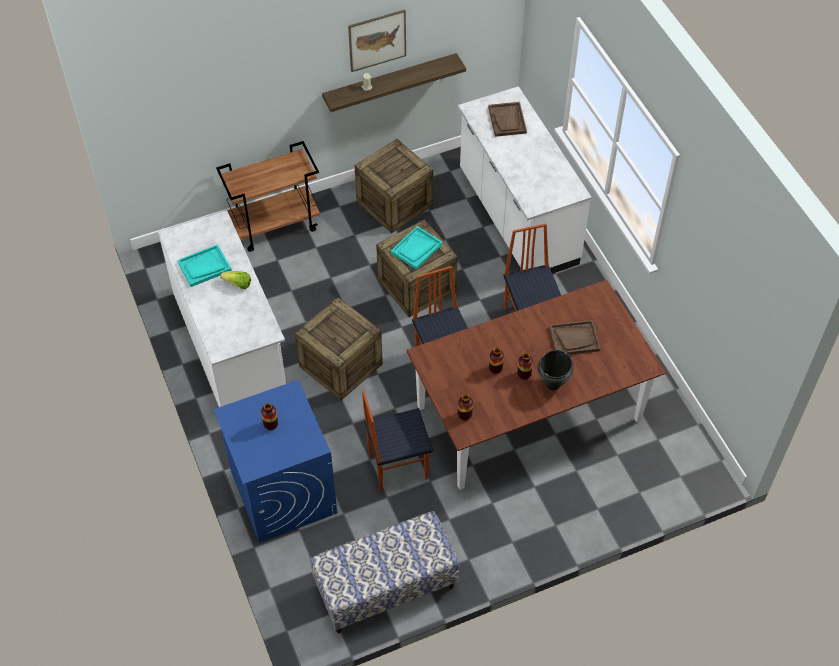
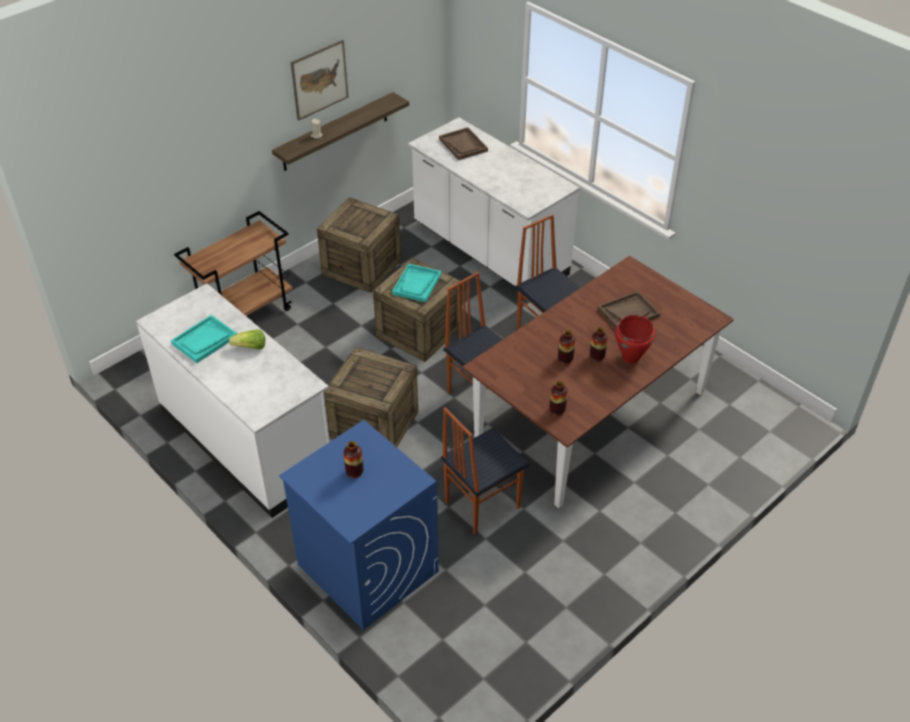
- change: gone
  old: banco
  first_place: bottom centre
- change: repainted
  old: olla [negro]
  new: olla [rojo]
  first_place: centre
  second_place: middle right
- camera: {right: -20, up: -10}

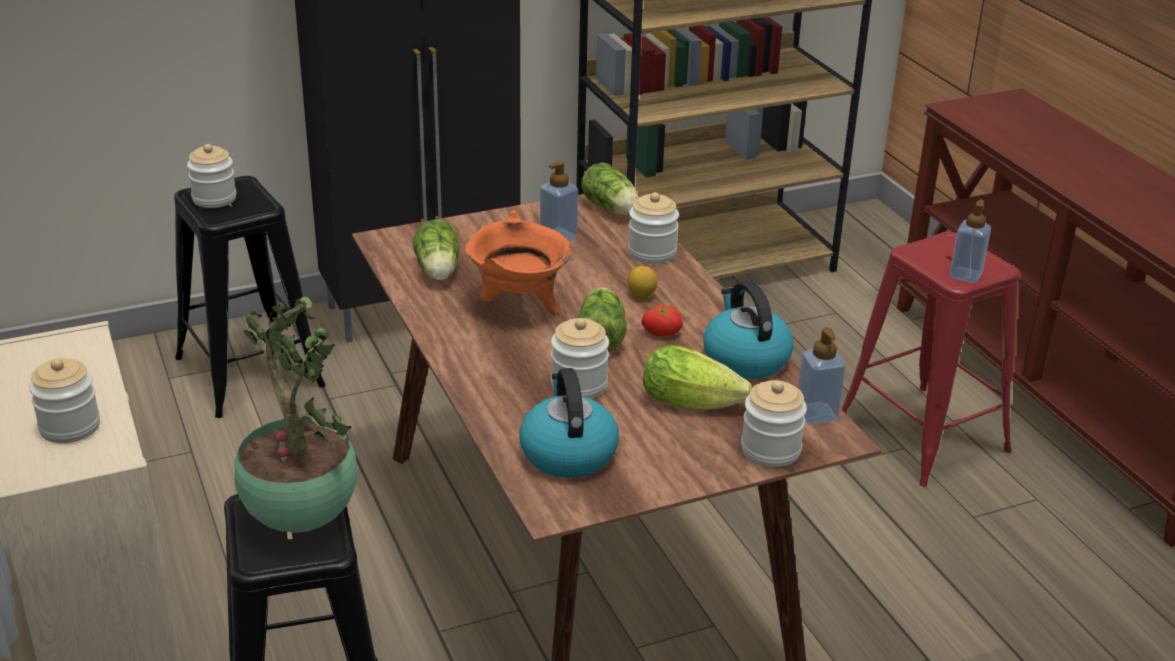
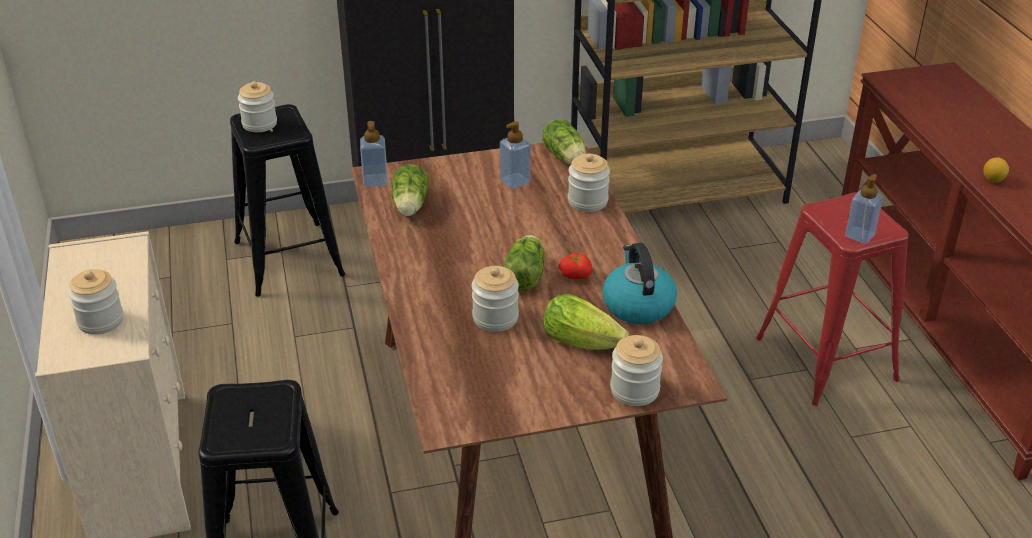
- change: gone
  old: planta en maceta
  first_place: middle left
- change: gone
  old: olla [naranja]
  first_place: centre
- change: gone
  old: hervidor (no. 1 from left)
  first_place: centre
- change: shifted
  old: limón
  first_place: centre
  second_place: top right
- change: shifted
  old: dispensador de jabón (no. 2 from left in the first image)
  new: dispensador de jabón (no. 1 from left)
  first_place: middle right
  second_place: top centre
- camera: {right: 10, up: 5}

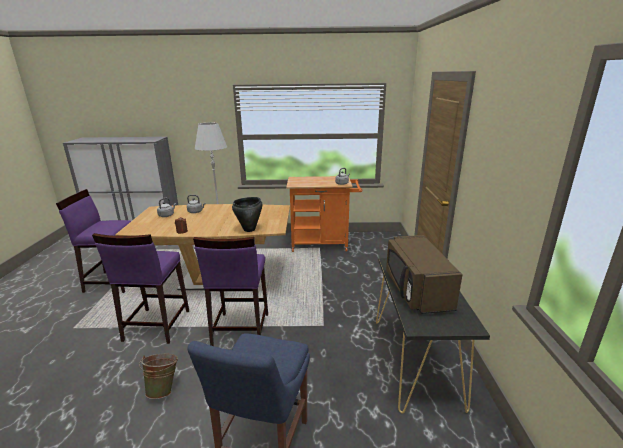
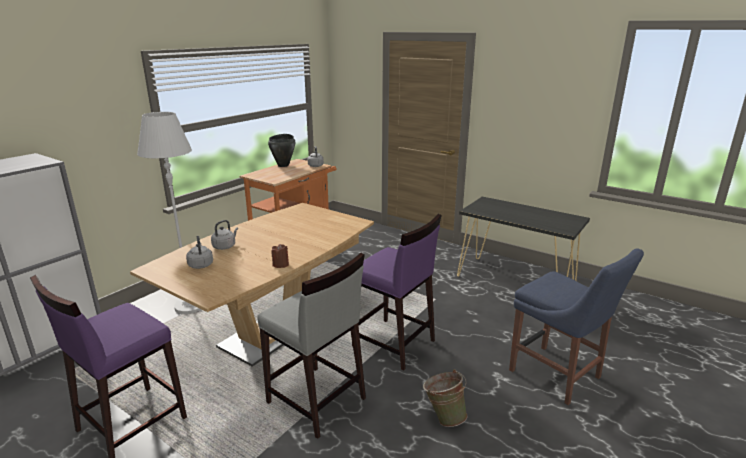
- change: repainted
  old: taburete [morado] (no. 2 from left)
  new: taburete [gris]
  first_place: middle left
  second_place: bottom centre
- change: shifted
  old: olla [negro]
  first_place: centre
  second_place: top centre
- change: gone
  old: microondas [marrón]
  first_place: middle right
- camera: {right: -55, up: 0}

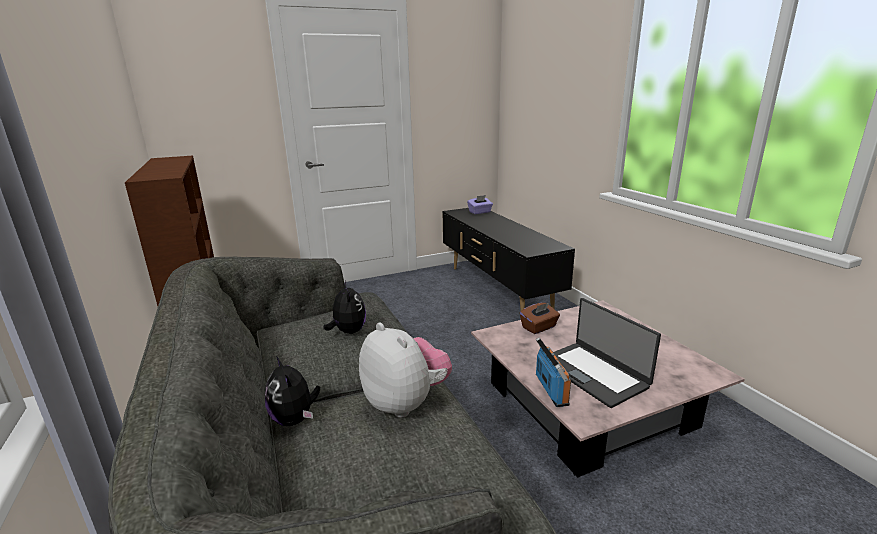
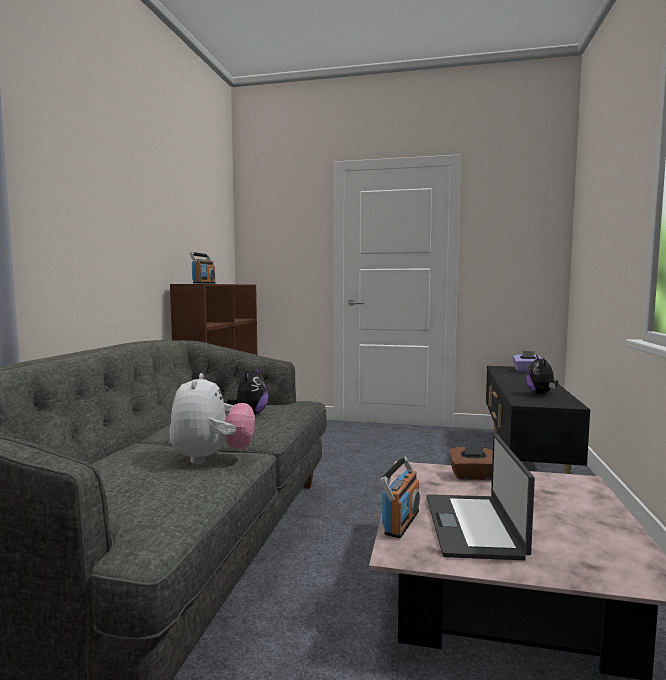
- change: shifted
  old: peluche (no. 1 from left in the first image)
  new: peluche (no. 3 from left)
  first_place: bottom left
  second_place: middle right
- change: new
  new: radio (no. 1 from left)
  second_place: middle left
- camera: {right: 35, up: -15}

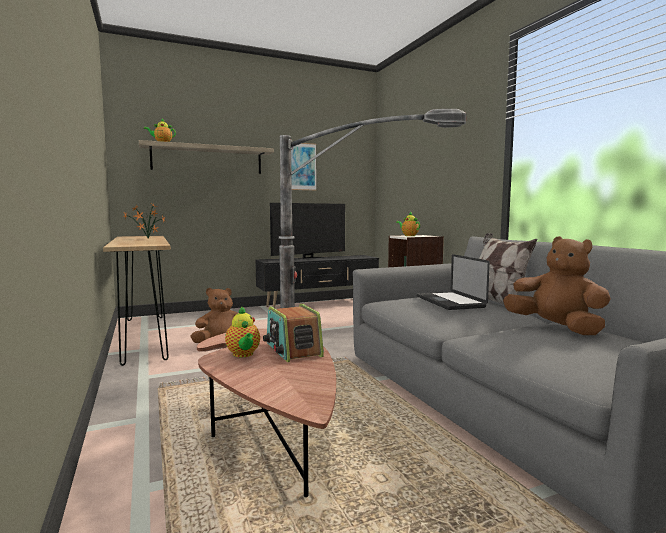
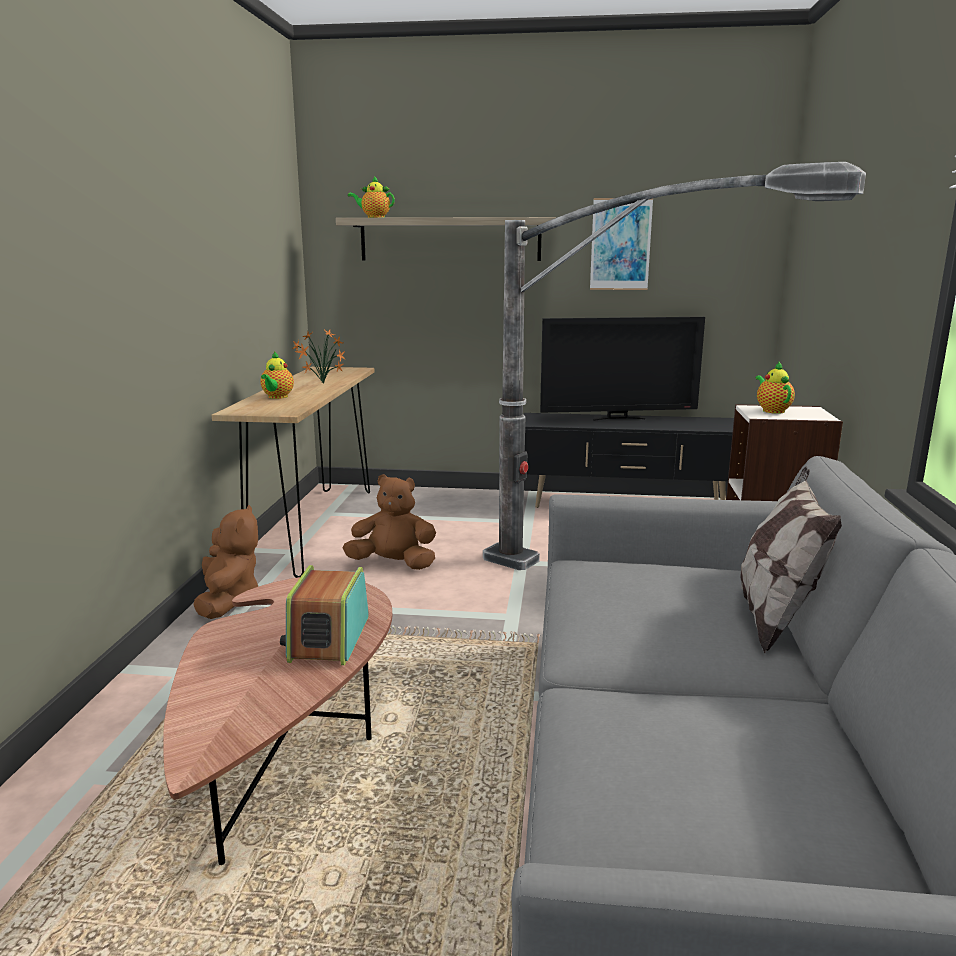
- change: shifted
  old: tetera (no. 2 from left in the first image)
  new: tetera (no. 1 from left)
  first_place: centre
  second_place: middle left
- change: gone
  old: portátil
  first_place: middle right
- change: shifted
  old: peluche [marrón] (no. 2 from left in the first image)
  new: peluche [marrón] (no. 1 from left)
  first_place: middle right
  second_place: middle left
- camera: {right: 30, up: 10}

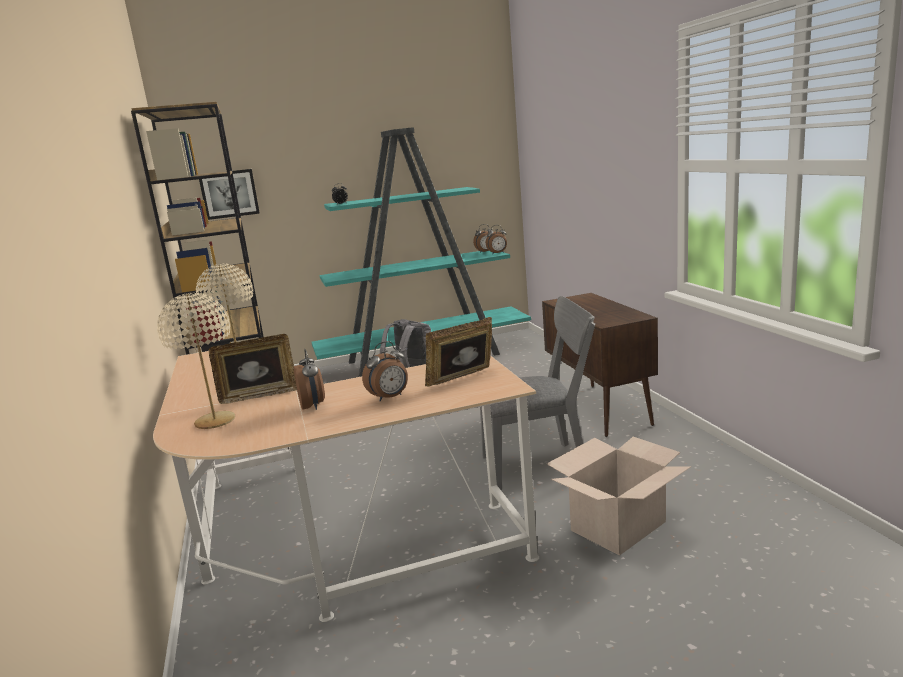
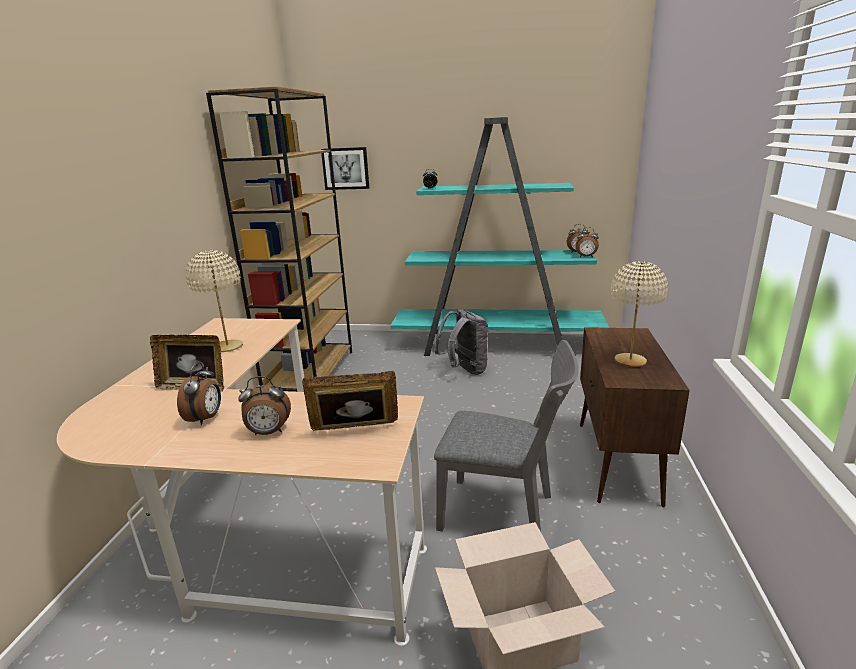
- change: shifted
  old: lámpara de mesa [beis] (no. 1 from left in the first image)
  new: lámpara de mesa [beis] (no. 2 from left)
  first_place: middle left
  second_place: middle right
- camera: {right: 25, up: 5}

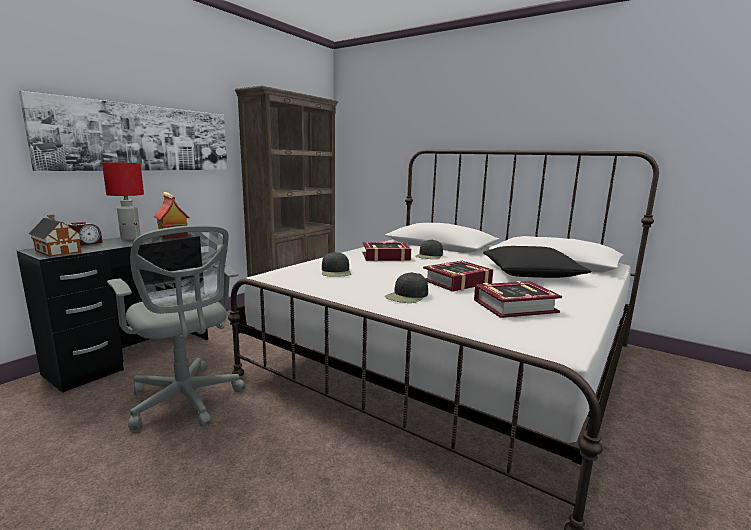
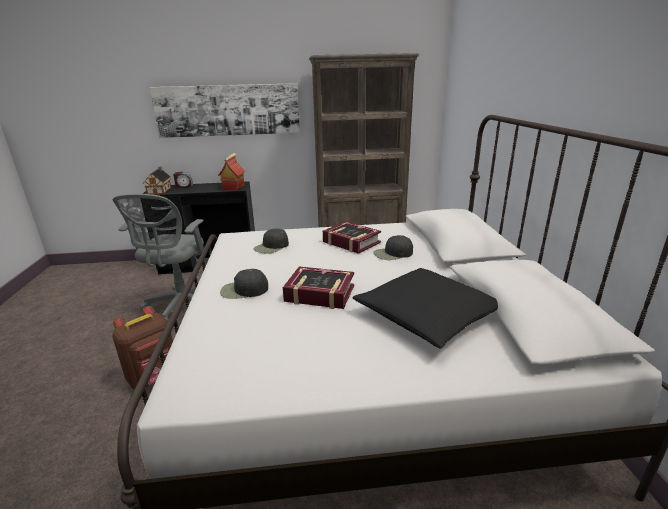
- change: gone
  old: lámpara de mesa [rojo]
  first_place: middle left
- change: gone
  old: libro (no. 3 from left)
  first_place: middle right
- change: new
  new: mochila [marrón]
  second_place: bottom left
- camera: {right: 50, up: 10}

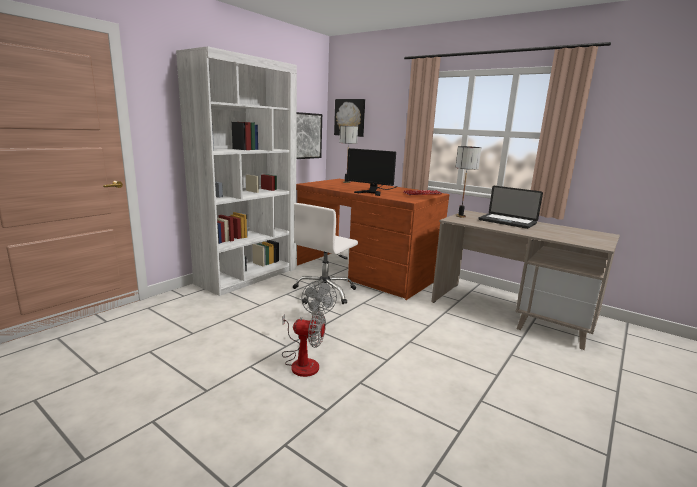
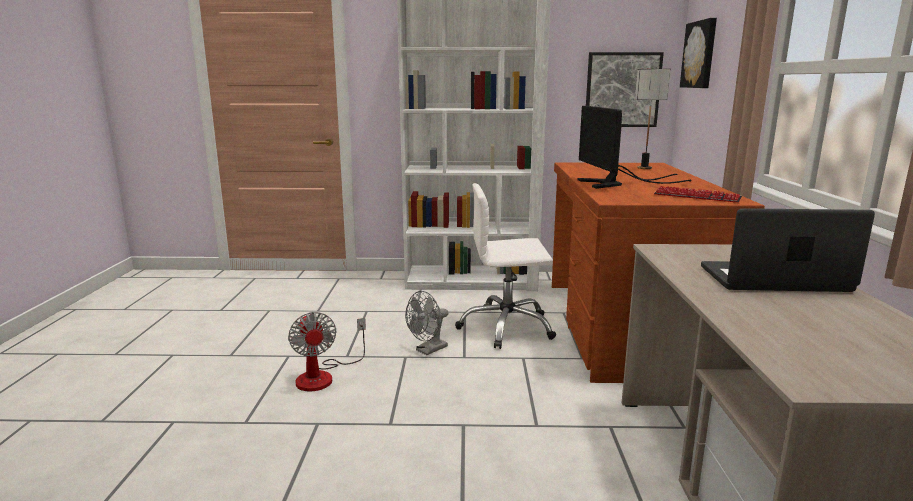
- change: gone
  old: lámpara de mesa (no. 2 from left)
  first_place: middle right
- change: rotated
  old: portátil
  first_place: middle right
  second_place: middle right
  degrees: 90
- camera: {right: 55, up: 0}

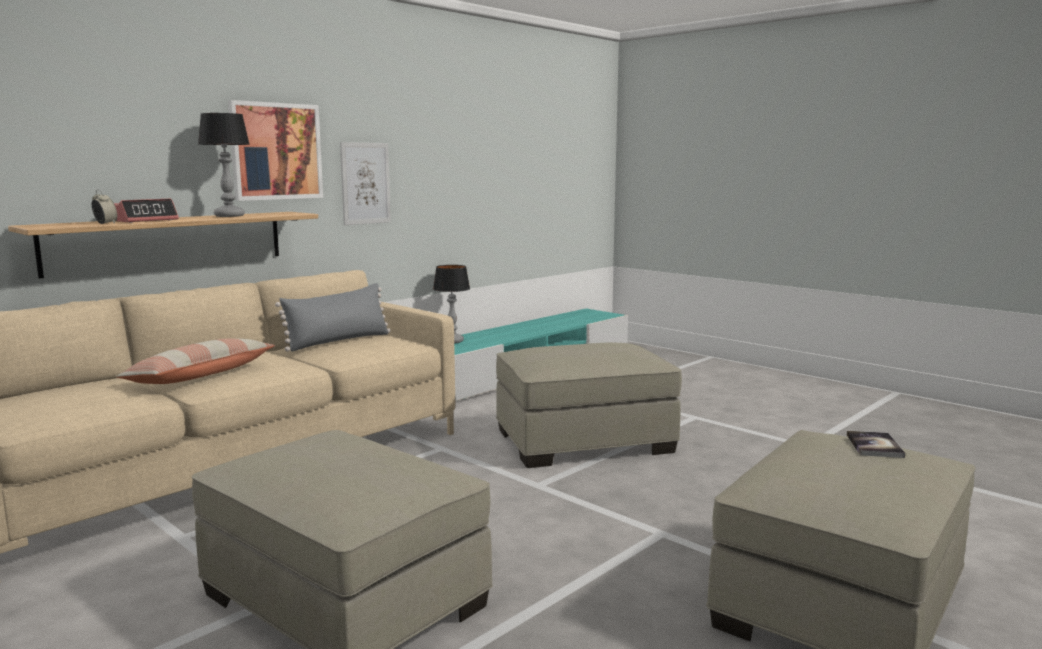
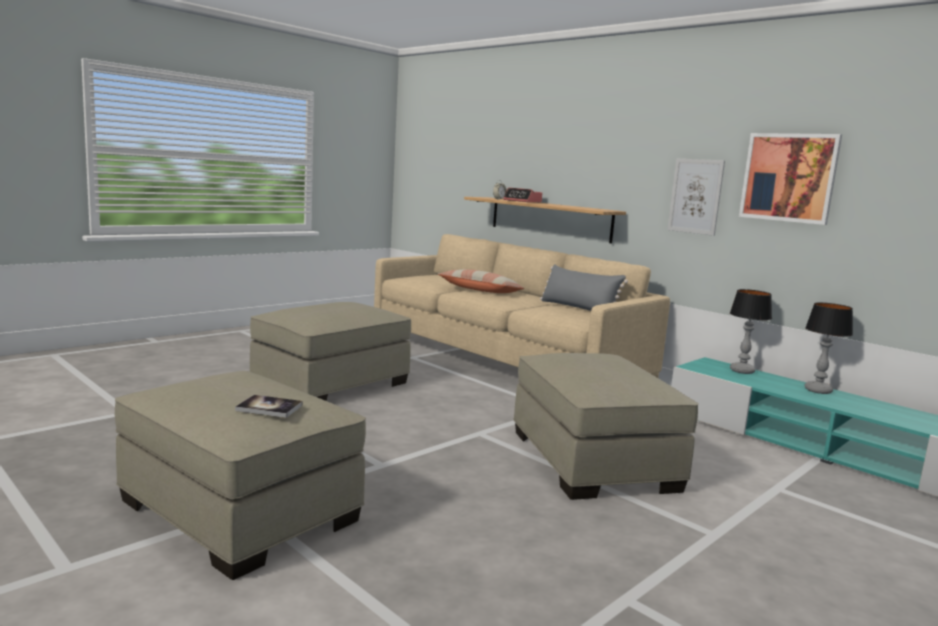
- change: shifted
  old: lámpara de mesa (no. 1 from left in the first image)
  new: lámpara de mesa (no. 2 from left)
  first_place: top left
  second_place: middle right
- change: shifted
  old: cuadro (no. 1 from left in the first image)
  new: cuadro (no. 2 from left)
  first_place: top left
  second_place: top right
- camera: {right: 90, up: 0}

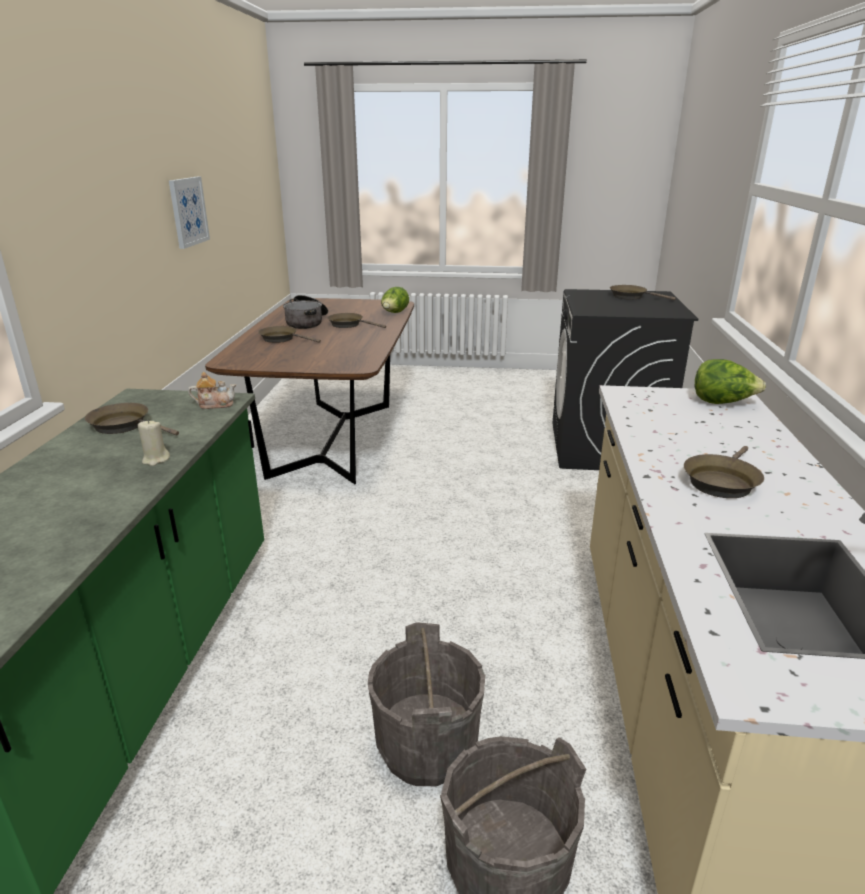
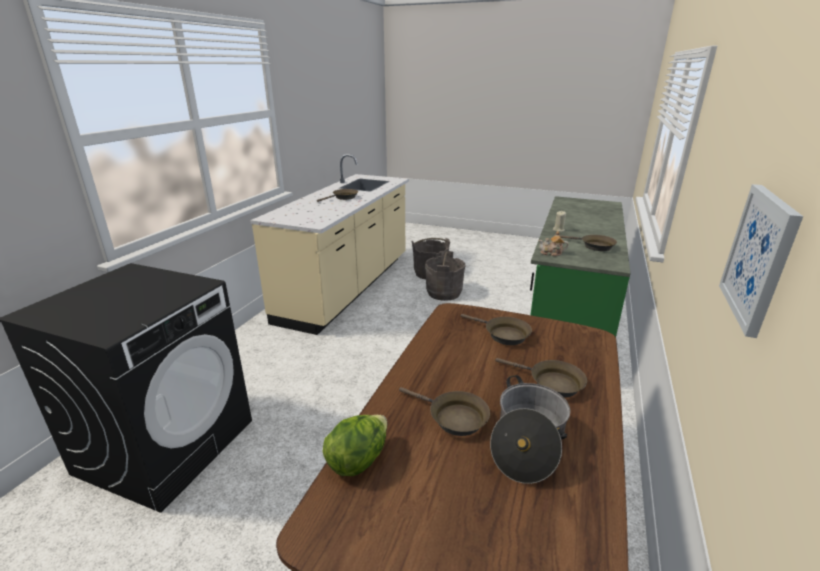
- change: shifted
  old: sartén [marrón] (no. 4 from left in the first image)
  new: sartén [marrón] (no. 3 from left)
  first_place: top right
  second_place: centre
- change: gone
  old: lechuga (no. 2 from left)
  first_place: middle right
- camera: {right: -165, up: 0}

